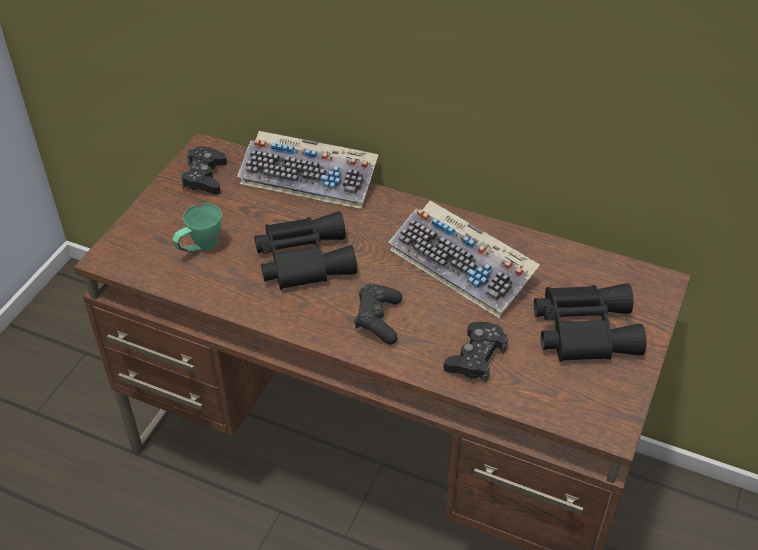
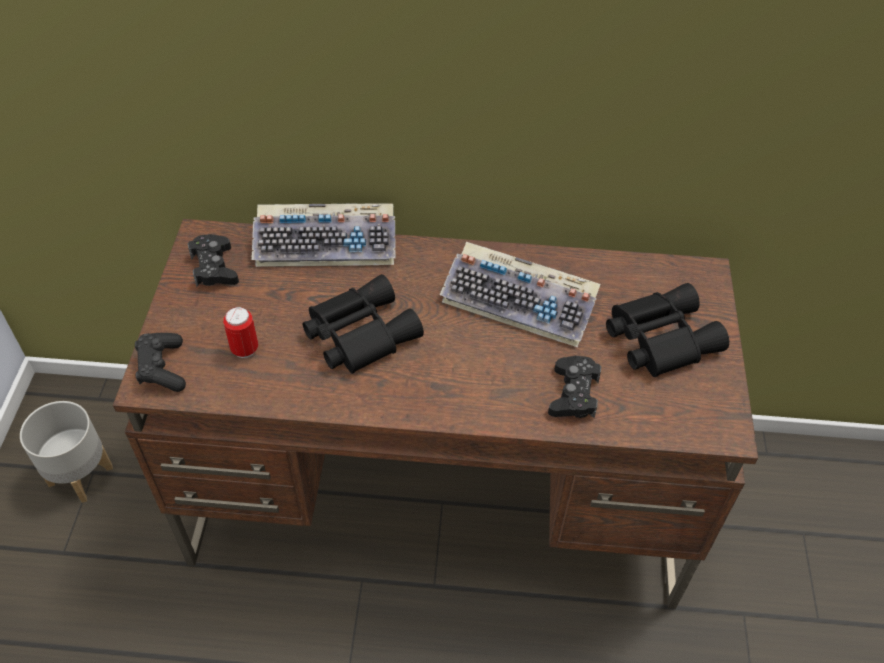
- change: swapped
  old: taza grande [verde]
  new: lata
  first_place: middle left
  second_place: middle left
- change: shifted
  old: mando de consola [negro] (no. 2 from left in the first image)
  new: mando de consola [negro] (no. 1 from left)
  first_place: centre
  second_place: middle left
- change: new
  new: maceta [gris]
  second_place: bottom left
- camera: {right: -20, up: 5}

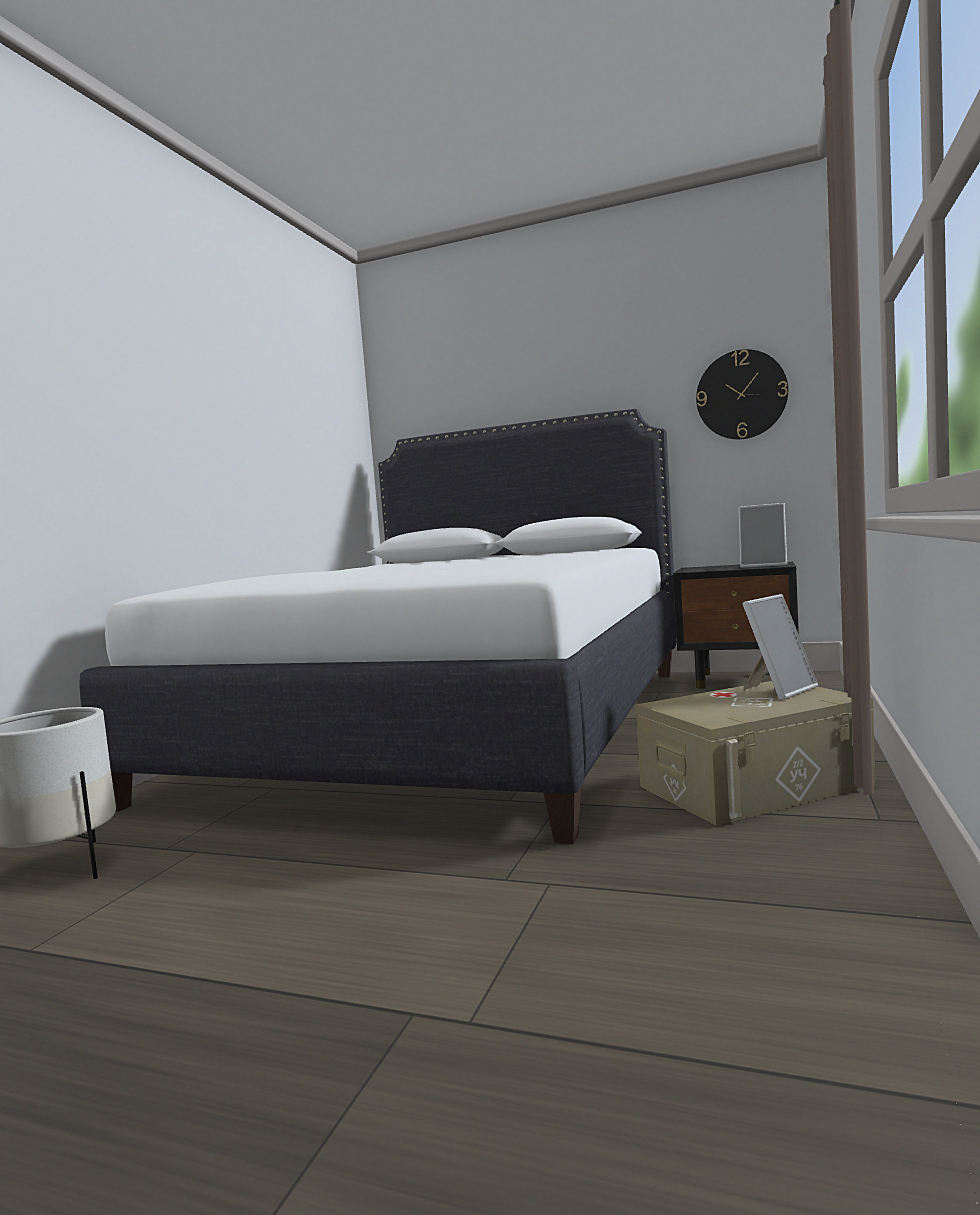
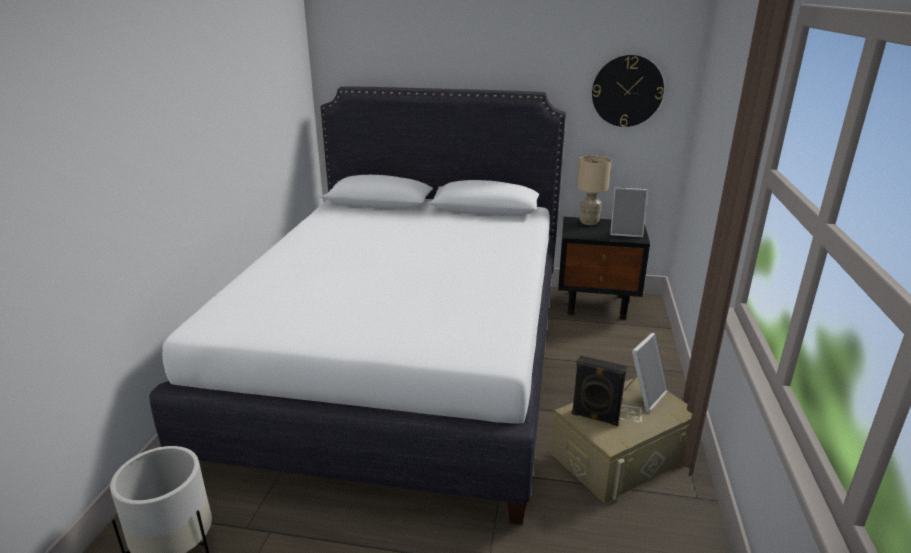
- change: new
  new: altavoz [negro]
  second_place: bottom centre
- change: new
  new: lámpara de mesa [beis]
  second_place: centre
- camera: {right: -10, up: 20}

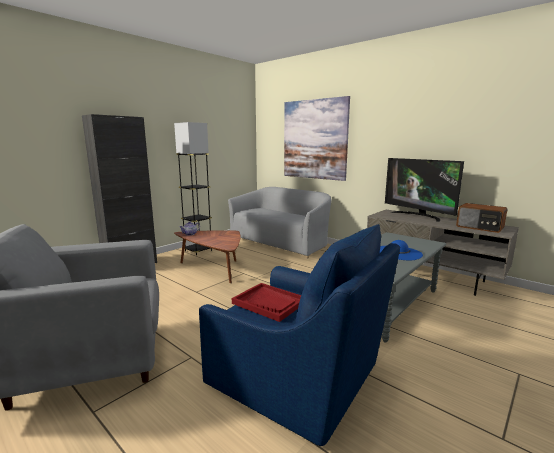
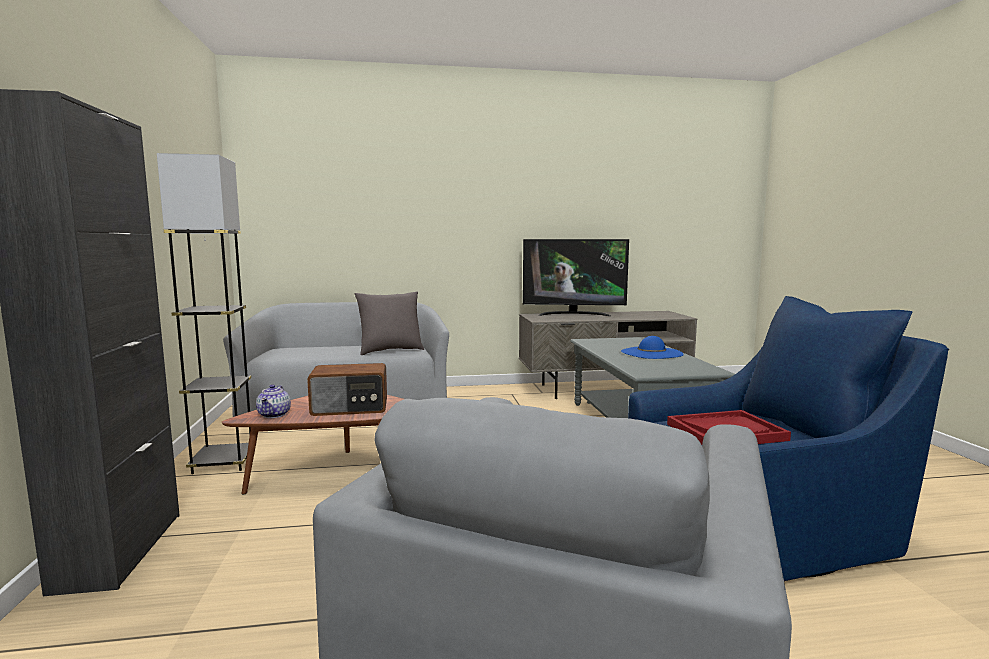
- change: gone
  old: cuadro
  first_place: top centre
- change: shifted
  old: radio
  first_place: middle right
  second_place: centre
- change: new
  new: cojín [gris]
  second_place: centre
- camera: {right: -50, up: -5}

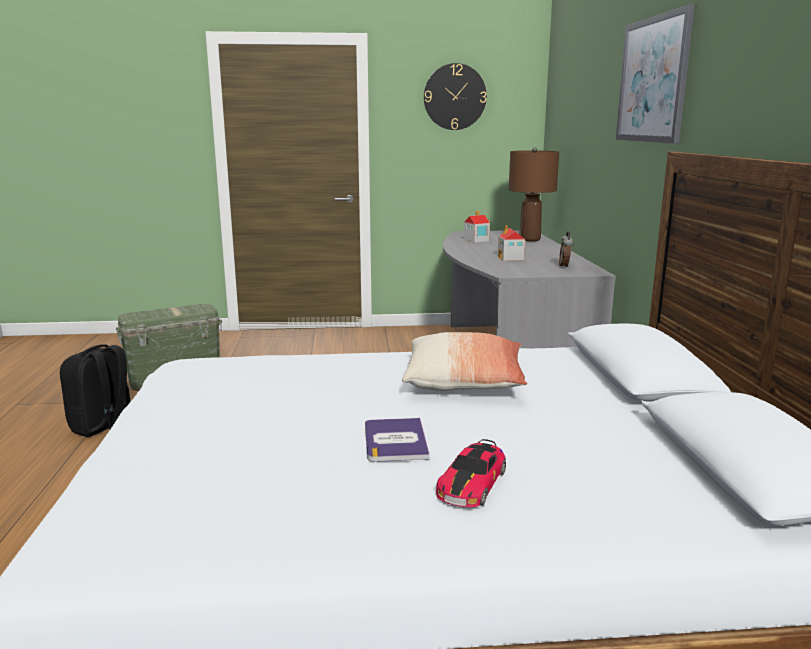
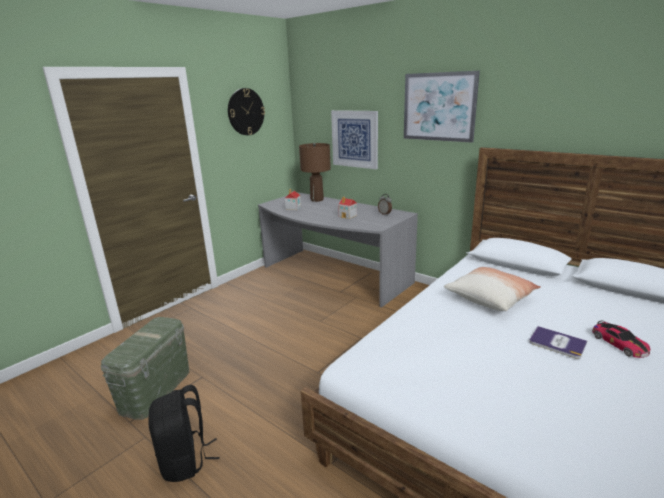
- change: new
  new: cuadro (no. 1 from left)
  second_place: top centre
- camera: {right: -45, up: 5}

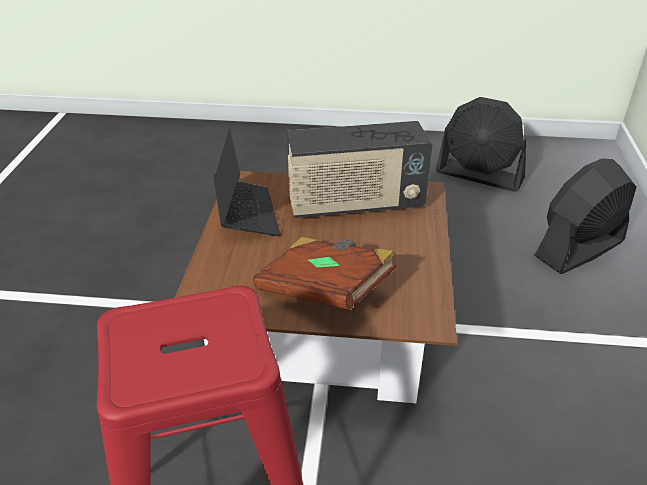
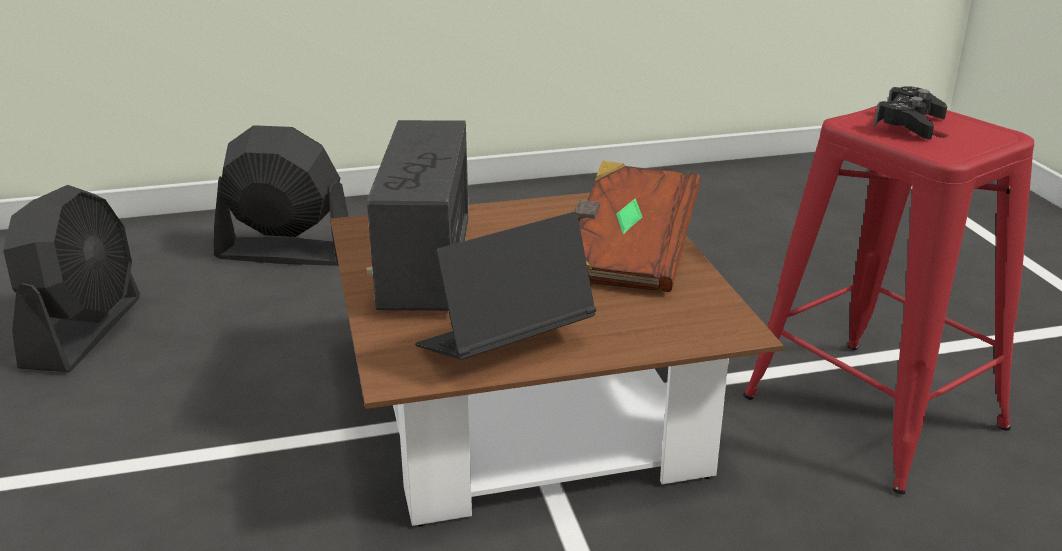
- change: rotated
  old: radio
  first_place: centre
  second_place: centre
  degrees: -150
- change: rotated
  old: ventilador [negro] (no. 2 from left)
  first_place: middle right
  second_place: middle left
  degrees: 150
- change: new
  new: mando de consola [negro]
  second_place: top right
- camera: {right: -110, up: -10}

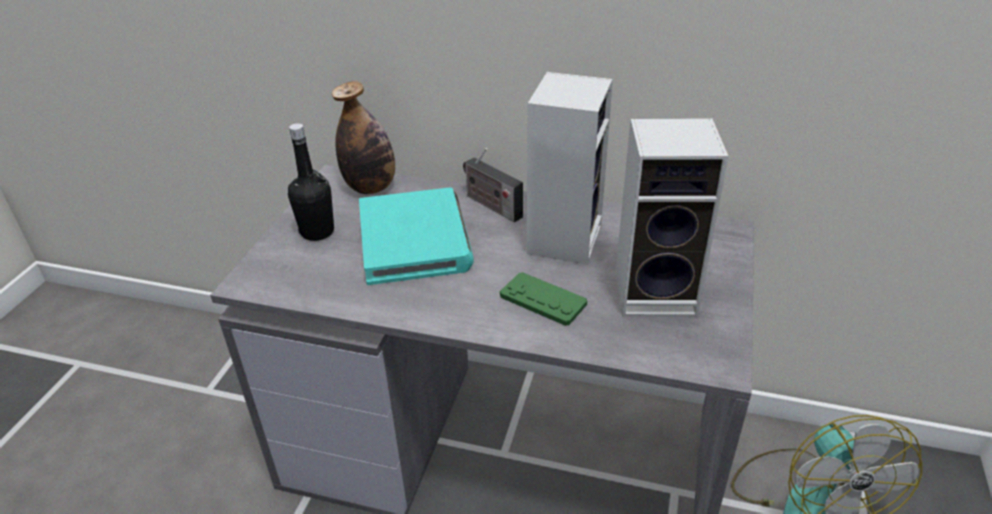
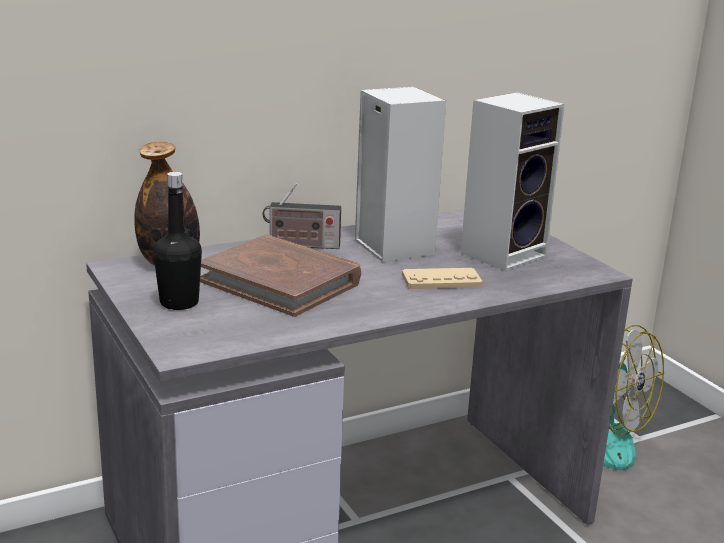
- change: repainted
  old: libro [turquesa]
  new: libro [marrón]
  first_place: centre
  second_place: centre
- change: repainted
  old: mando de consola [verde]
  new: mando de consola [beis]
  first_place: centre
  second_place: centre
- camera: {right: -45, up: -15}

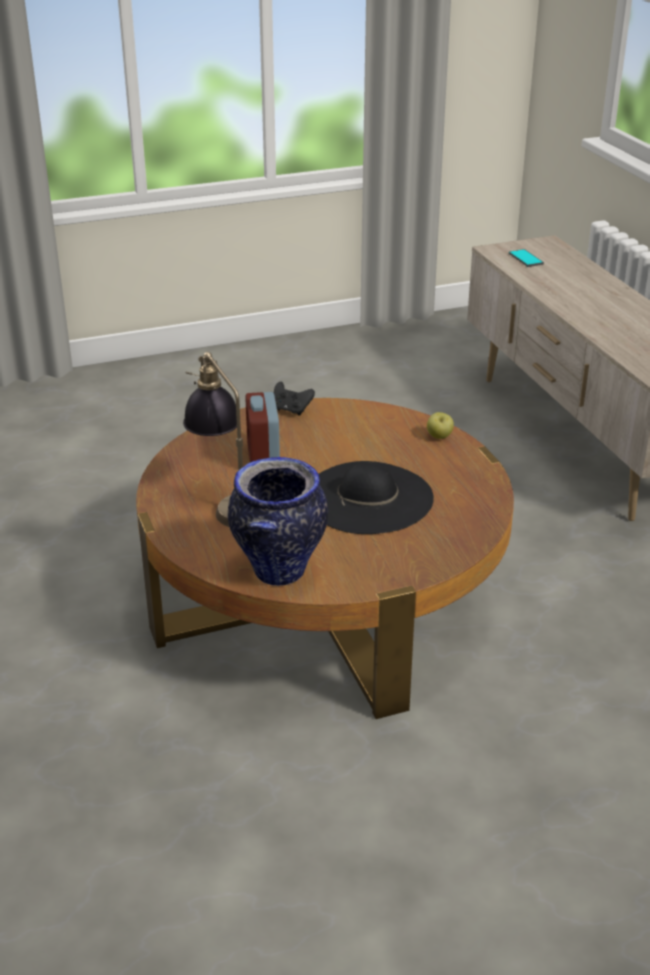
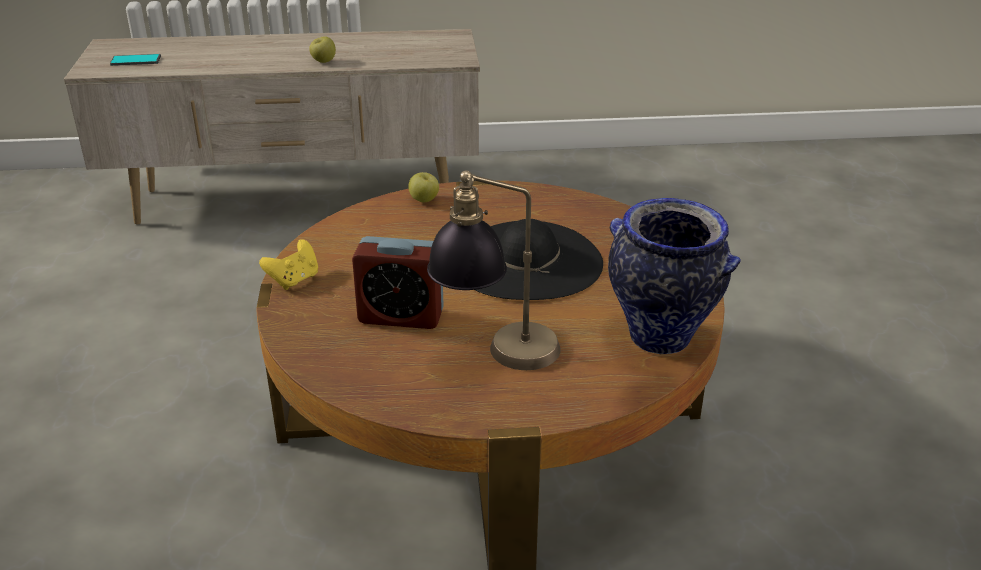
- change: repainted
  old: mando de consola [negro]
  new: mando de consola [amarillo]
  first_place: centre
  second_place: middle left
- change: new
  new: manzana (no. 1 from left)
  second_place: top left
- camera: {right: -75, up: 0}

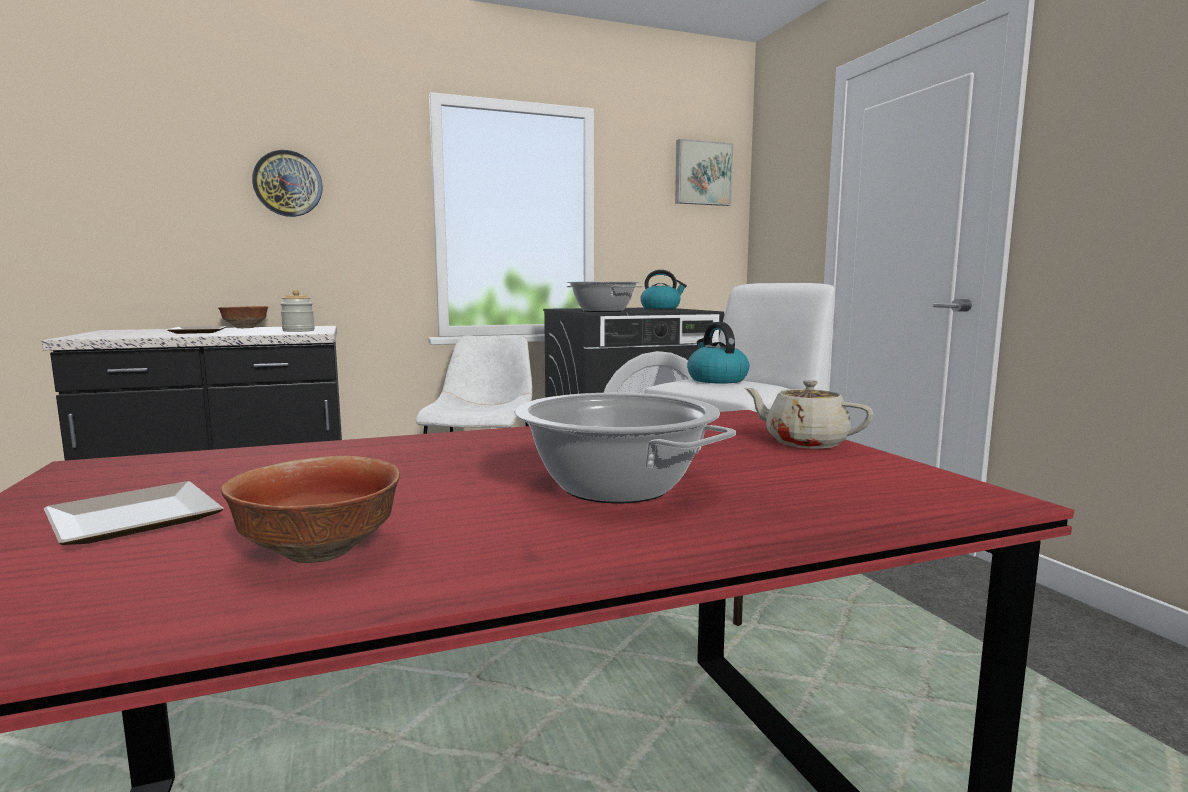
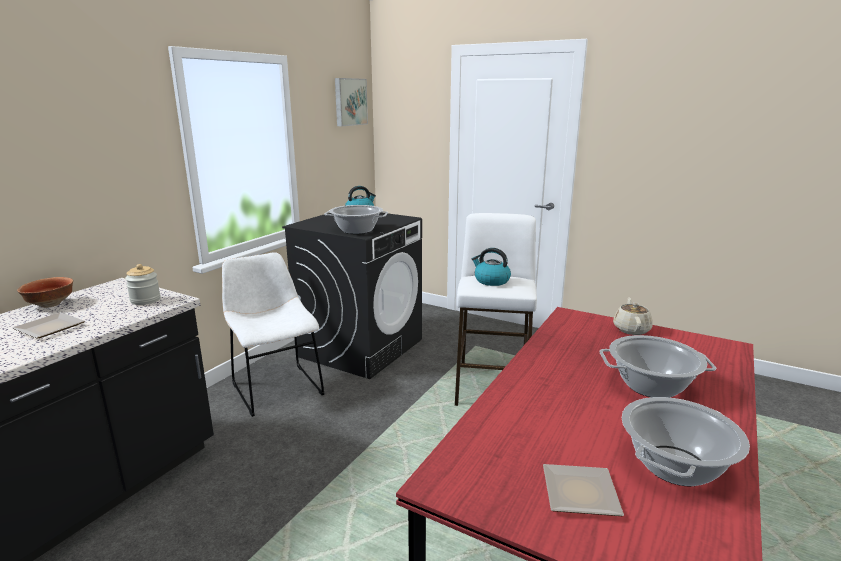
- change: swapped
  old: cuenco (no. 2 from left)
  new: olla (no. 3 from left)
  first_place: middle left
  second_place: bottom right
- change: gone
  old: reloj de pared
  first_place: top left
- change: rotated
  old: tetera [beis]
  first_place: middle right
  second_place: middle right
  degrees: 105
- camera: {right: -40, up: 10}

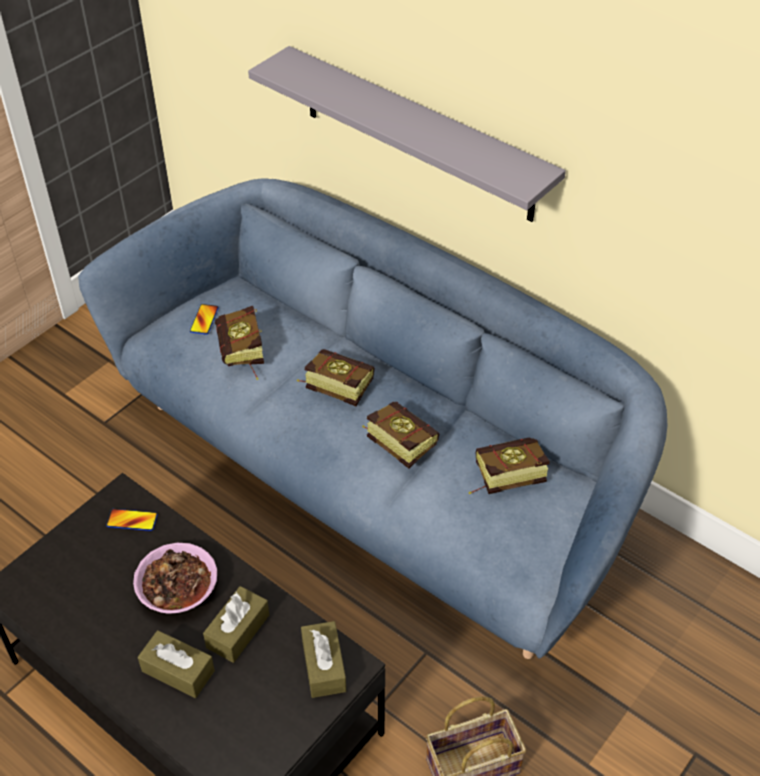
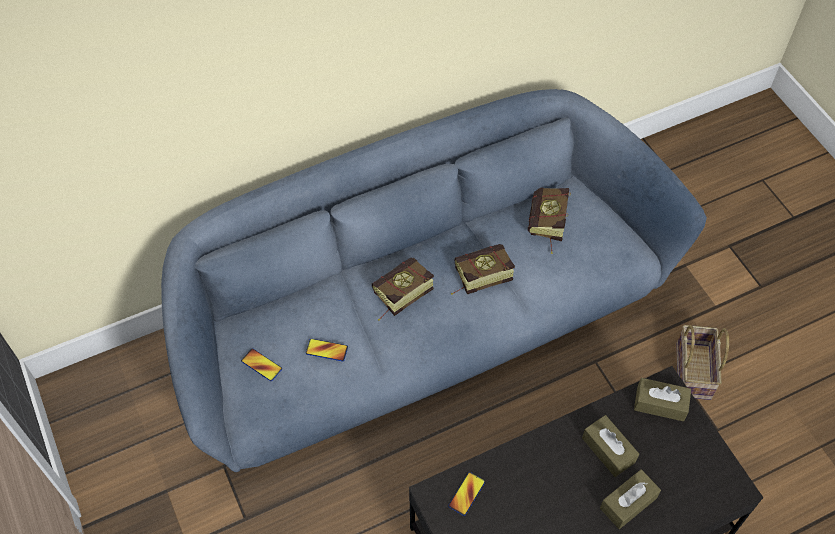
- change: gone
  old: cuenco
  first_place: bottom left
- change: swapped
  old: libro (no. 1 from left)
  new: móvil (no. 2 from left)
  first_place: middle left
  second_place: centre
- change: gone
  old: estante [gris]
  first_place: top centre
- camera: {right: -65, up: 10}

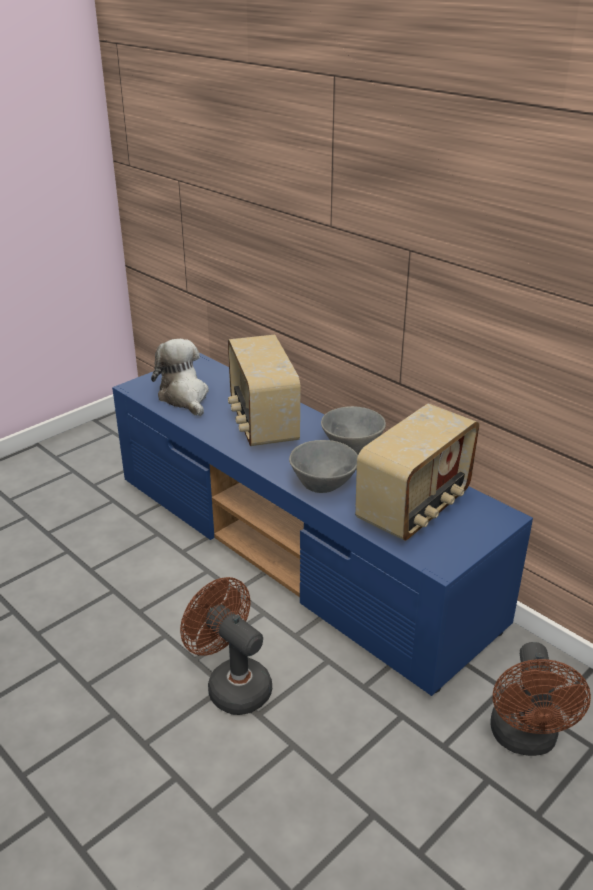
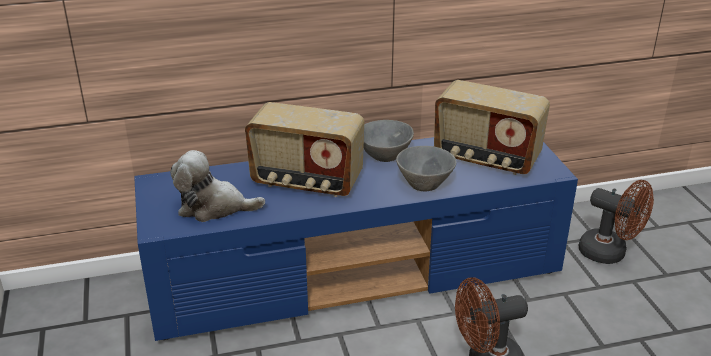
- change: rotated
  old: radio (no. 2 from left)
  first_place: middle right
  second_place: middle right
  degrees: 135
- camera: {right: -60, up: 0}

